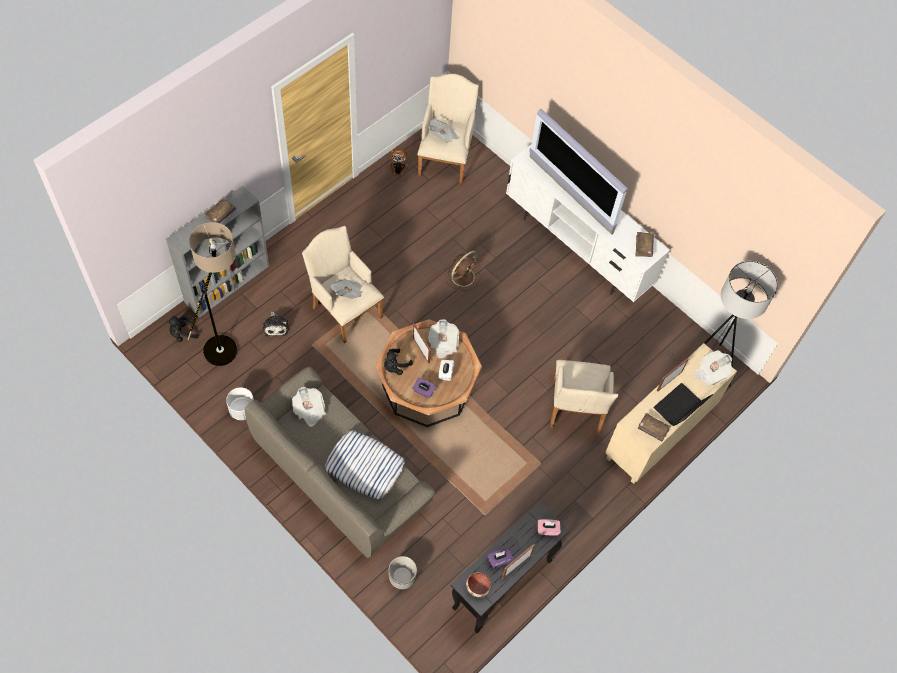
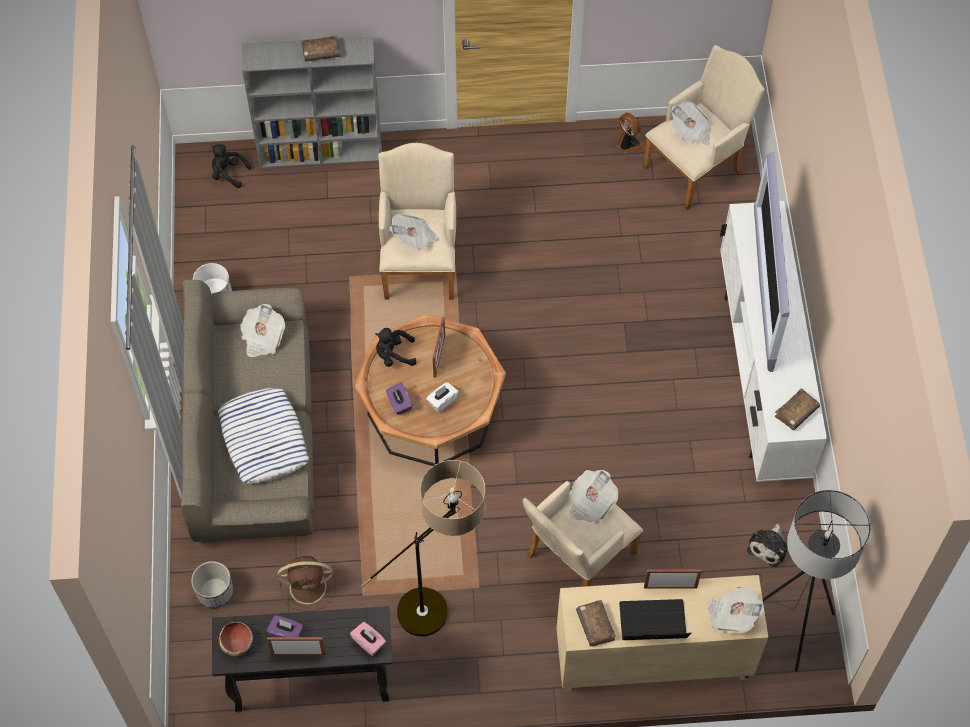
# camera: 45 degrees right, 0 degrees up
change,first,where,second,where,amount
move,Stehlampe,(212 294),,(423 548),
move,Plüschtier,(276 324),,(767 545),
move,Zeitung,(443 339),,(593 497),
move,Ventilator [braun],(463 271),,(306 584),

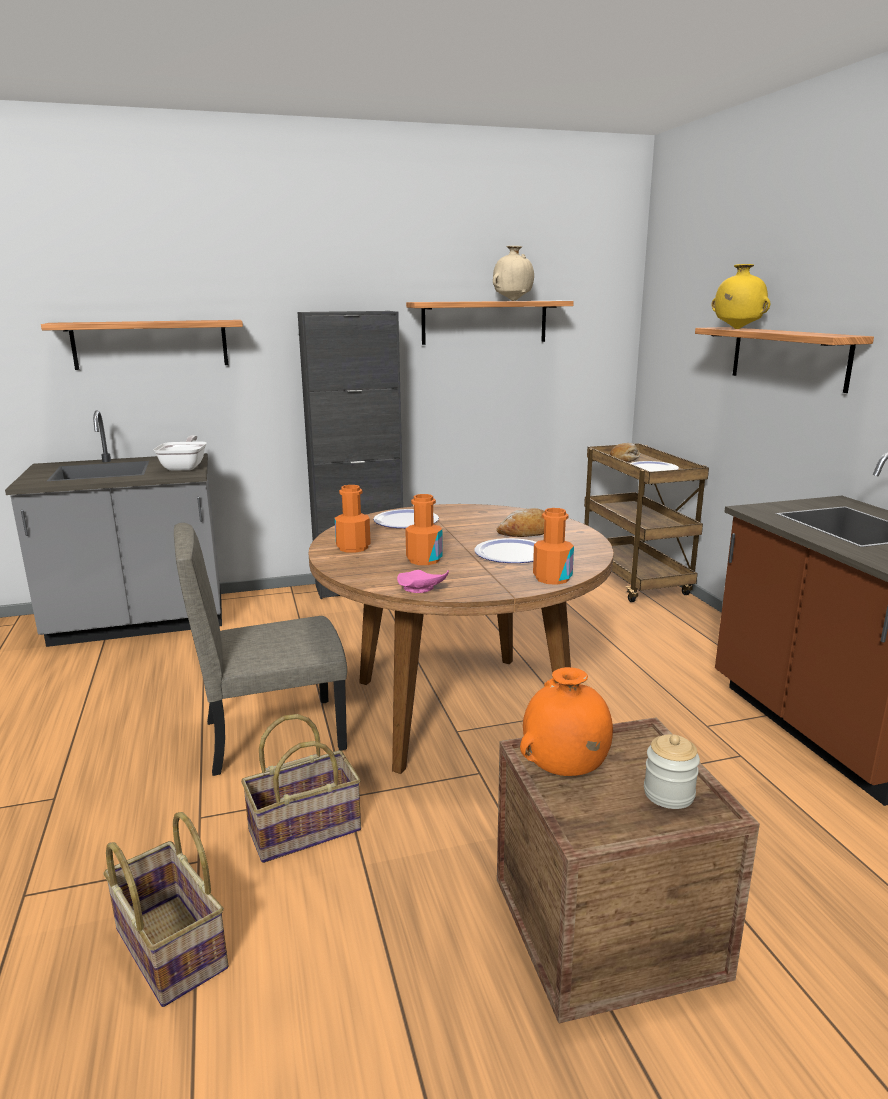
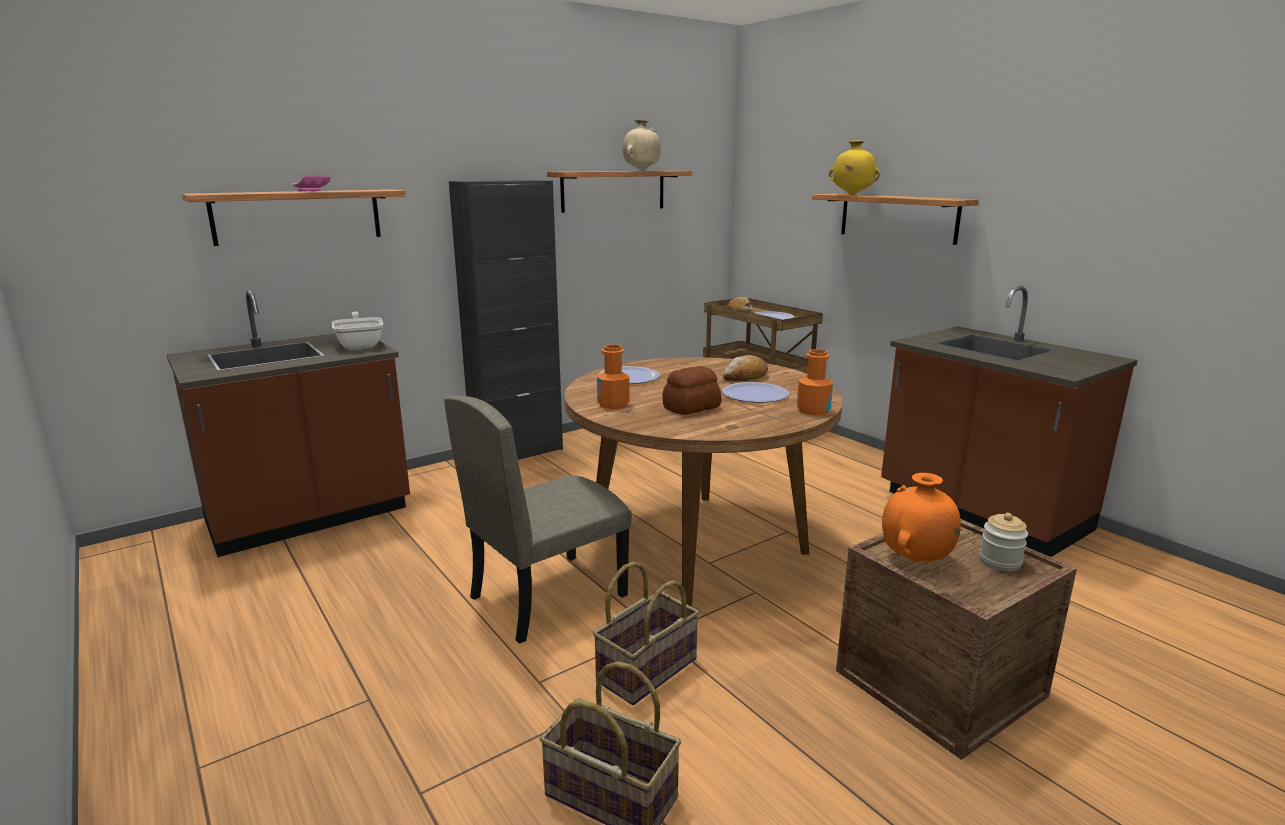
# camera: 20 degrees left, 0 degrees up
change,first,where,second,where,amount
move,Teller [rosa],(423 581),,(311 183),
replace,Flasche [orange],(424 529),Brot,(692 390),
recolor,Küchenzeile [grau],(113 528),Küchenzeile [braun],(288 423),

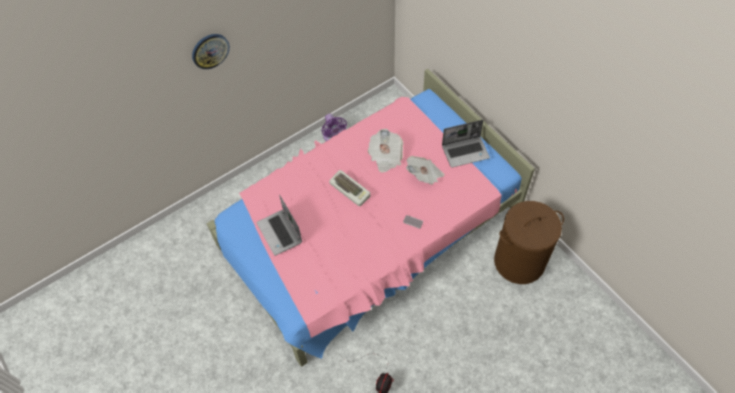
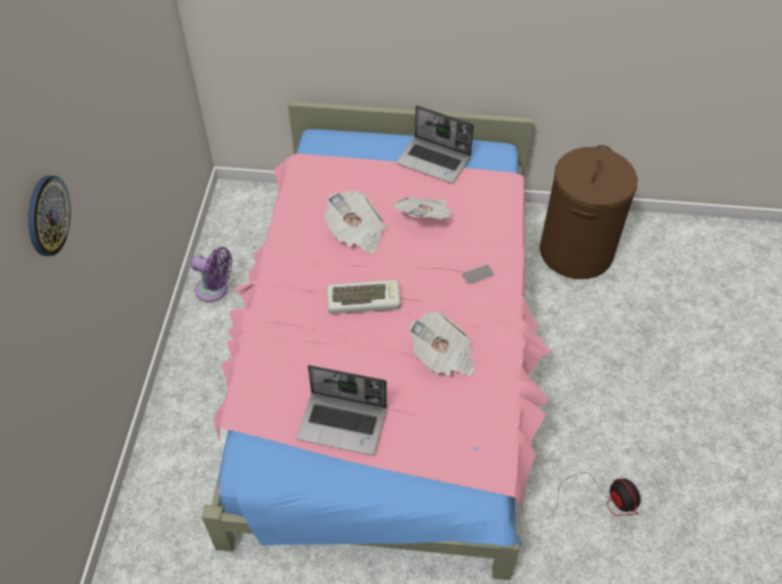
# camera: 50 degrees left, 5 degrees down
change,first,where,second,where,amount
insert,,,Zeitung,(441 344),
rotate,Laptop,(466 144),,(435 144),90 degrees clockwise

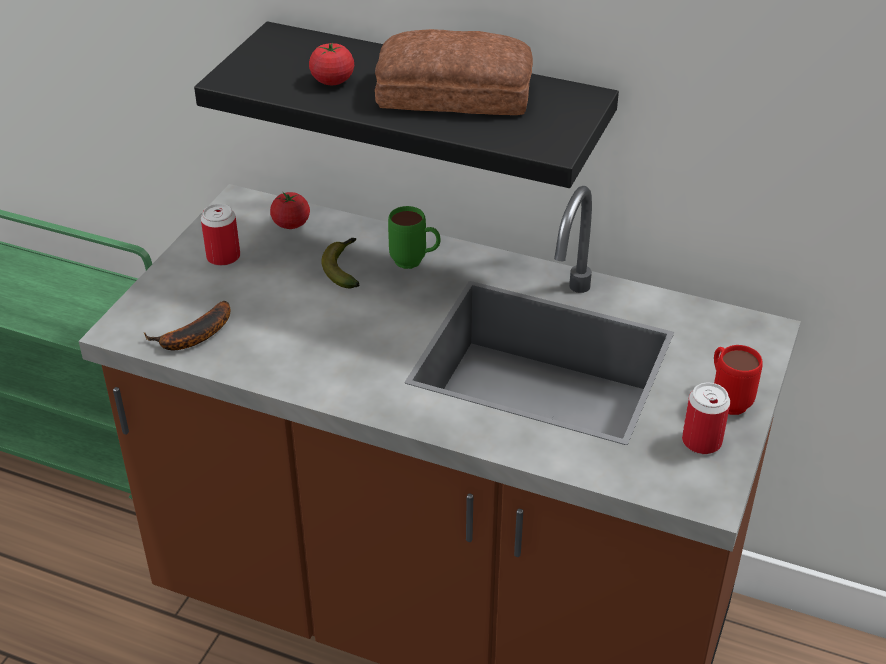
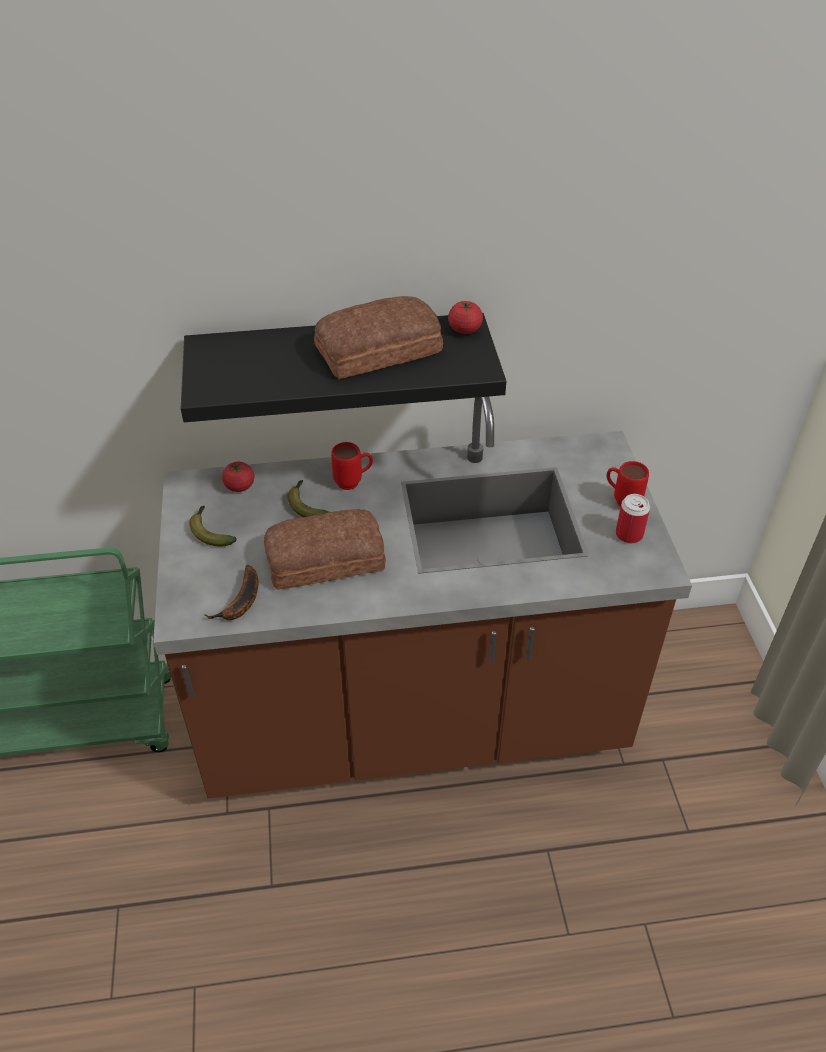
# camera: 30 degrees left, 5 degrees up
change,first,where,second,where,amount
insert,,,Brot,(325 549),
move,Tomate,(331 63),,(465 317),
replace,Dose,(220 235),Banane,(213 526),
recolor,Henkelbecher [grün],(414 237),Henkelbecher [rot],(352 466),

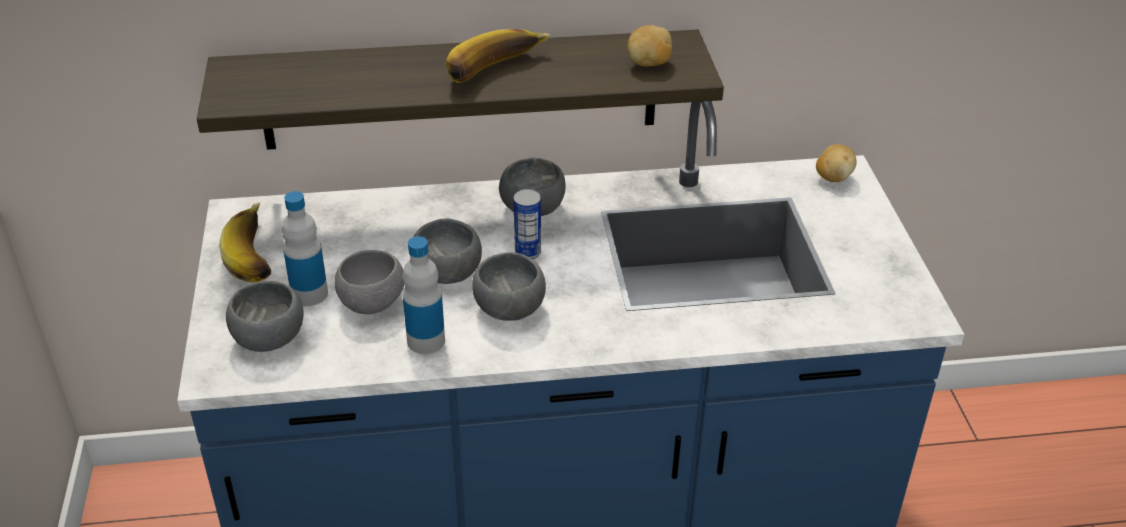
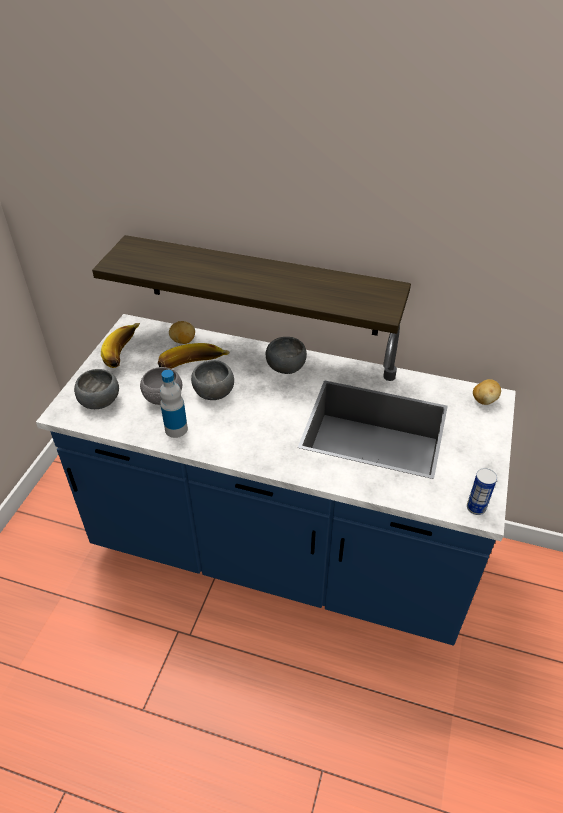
# camera: 25 degrees right, 5 degrees up
change,first,where,second,where,amount
delete,Flasche,(305 248),,,
delete,Schüssel [grau],(509 286),,,
move,Banane,(498 56),,(194 356),
move,Dose,(527 224),,(482 491),
move,Kartoffel,(650 46),,(182 332),

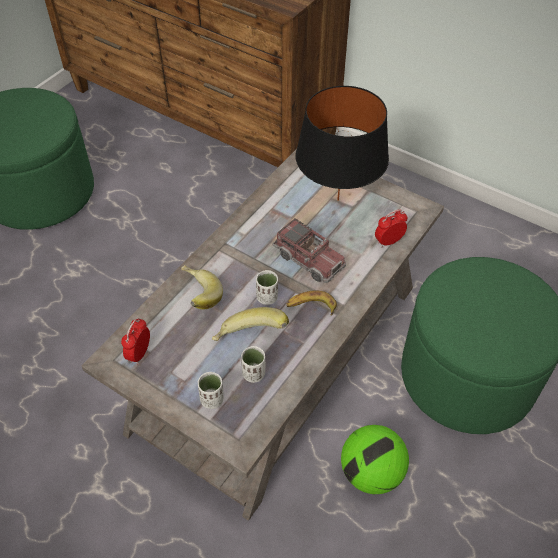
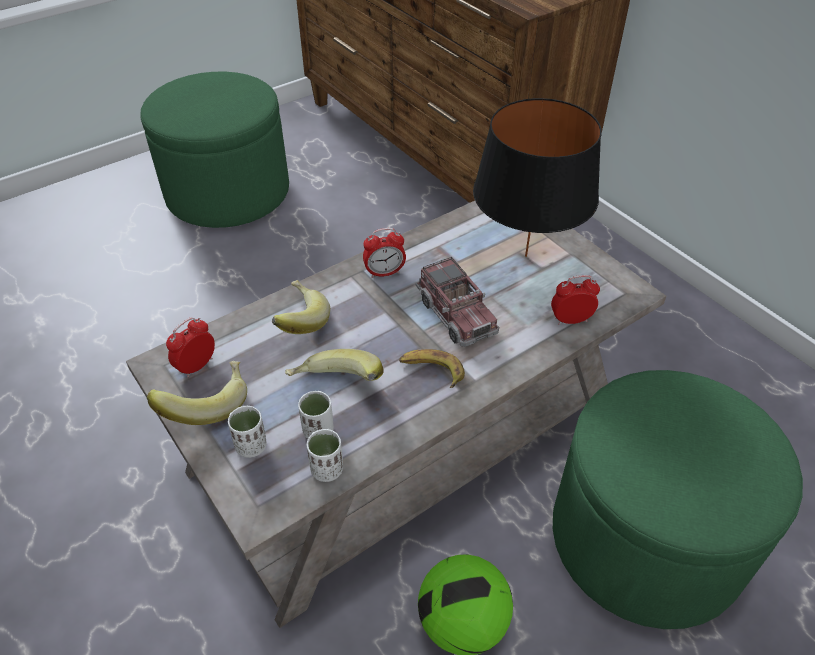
# camera: 20 degrees right, 5 degrees down
change,first,where,second,where,amount
insert,,,Banane,(197 393),
insert,,,Wecker,(384 253),
move,Tasse [weiß],(267 287),,(325 455),

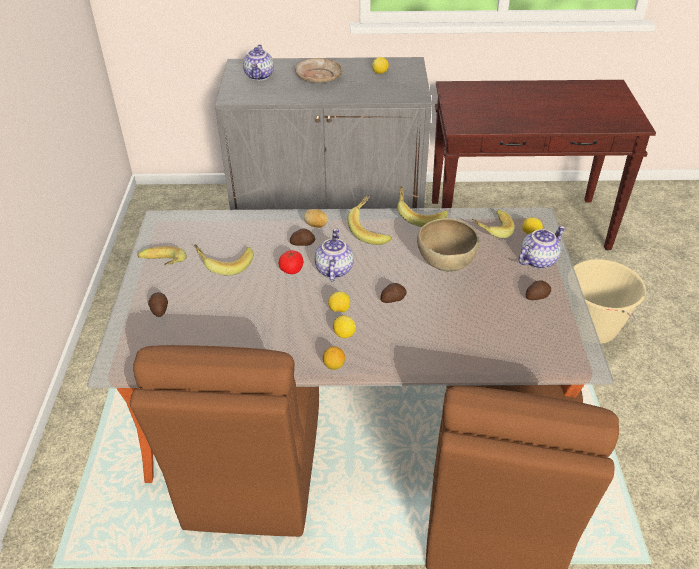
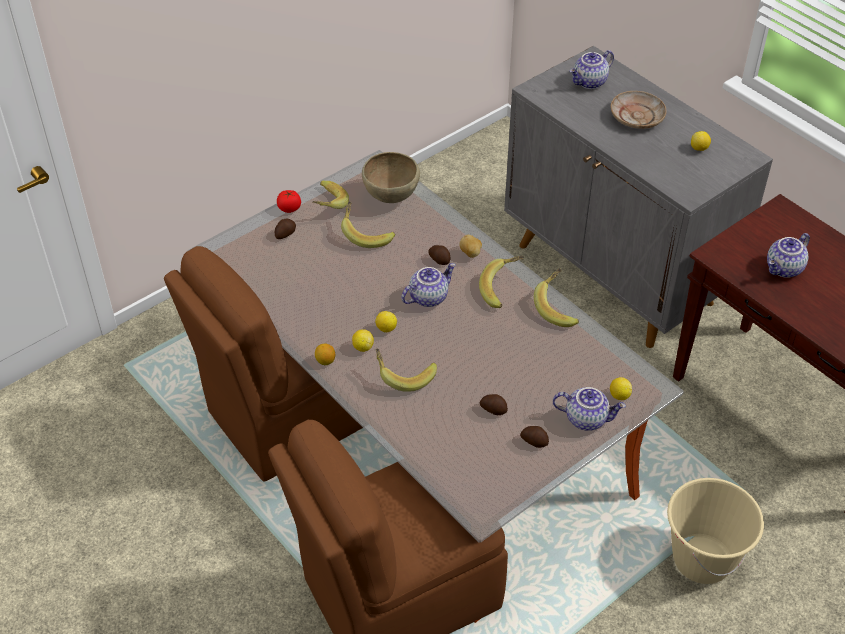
# camera: 50 degrees right, 5 degrees up
change,first,where,second,where,amount
insert,,,Teekanne,(788 255),
move,Tomate,(291 262),,(289 201),
move,Kartoffel,(394 293),,(494 404),
move,Schüssel [braun],(448 245),,(391 177),
move,Banane,(493 224),,(406 370),

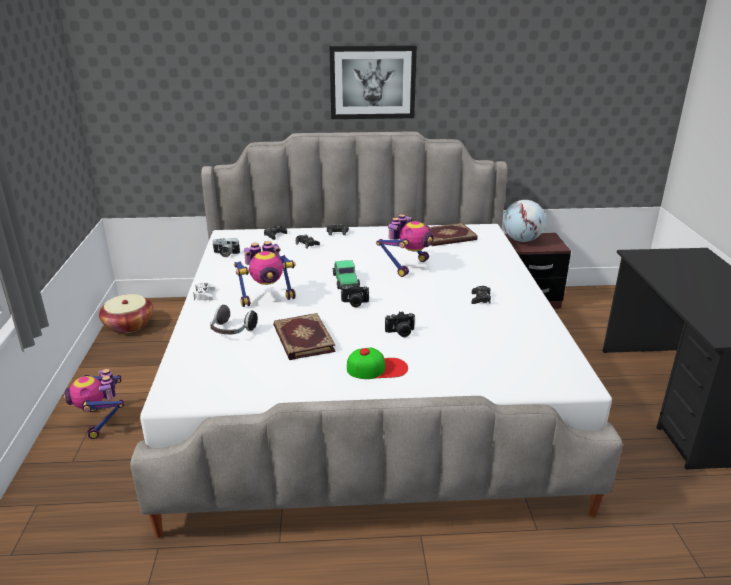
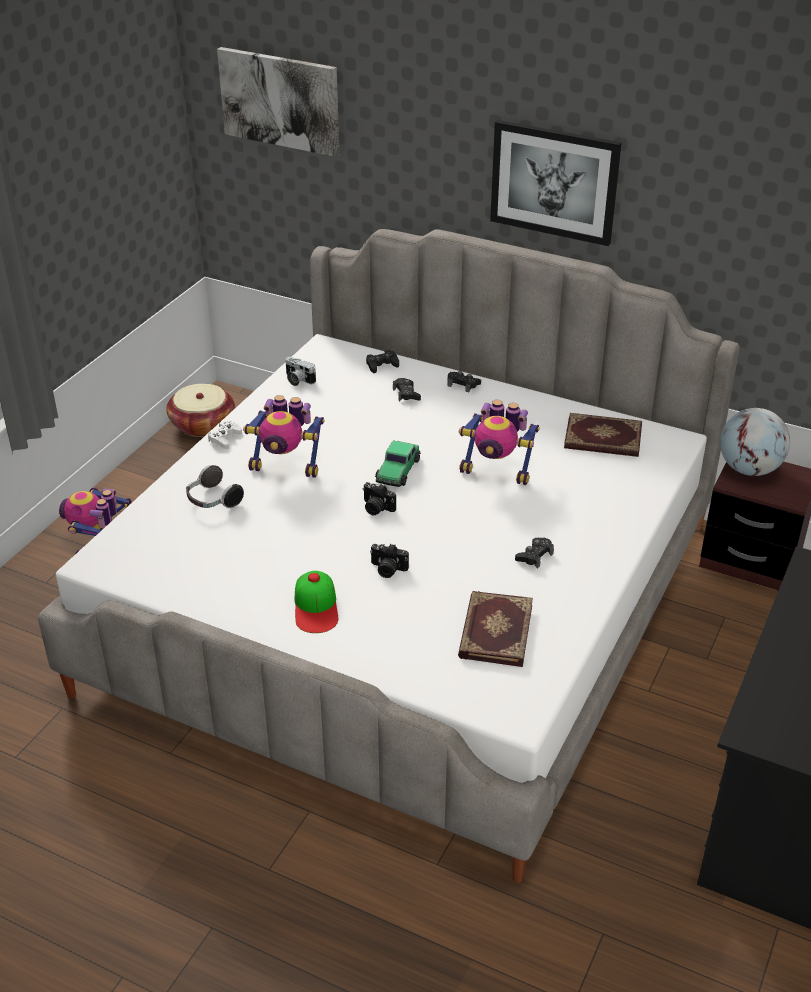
# camera: 30 degrees right, 10 degrees up
change,first,where,second,where,amount
insert,,,Bild,(278 102),
move,Buch,(304 336),,(495 629),
rotate,Kappe,(377 363),,(316 602),60 degrees clockwise
rotate,Spielzeugroboter,(404 245),,(499 442),45 degrees clockwise

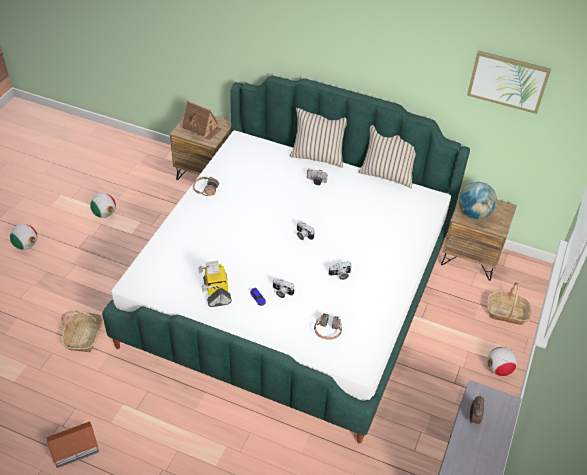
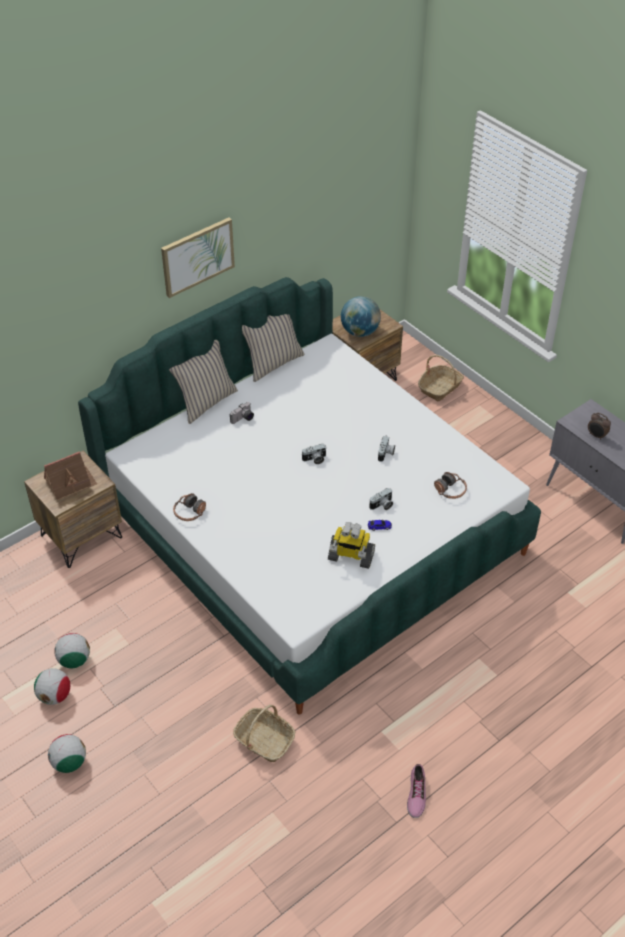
# camera: 60 degrees left, 0 degrees up
change,first,where,second,where,amount
move,Bild,(509 82),,(198 258),
move,Fußball,(502 361),,(52 686),
replace,Spielzeughaus,(72 445),Schuh,(416 791),

